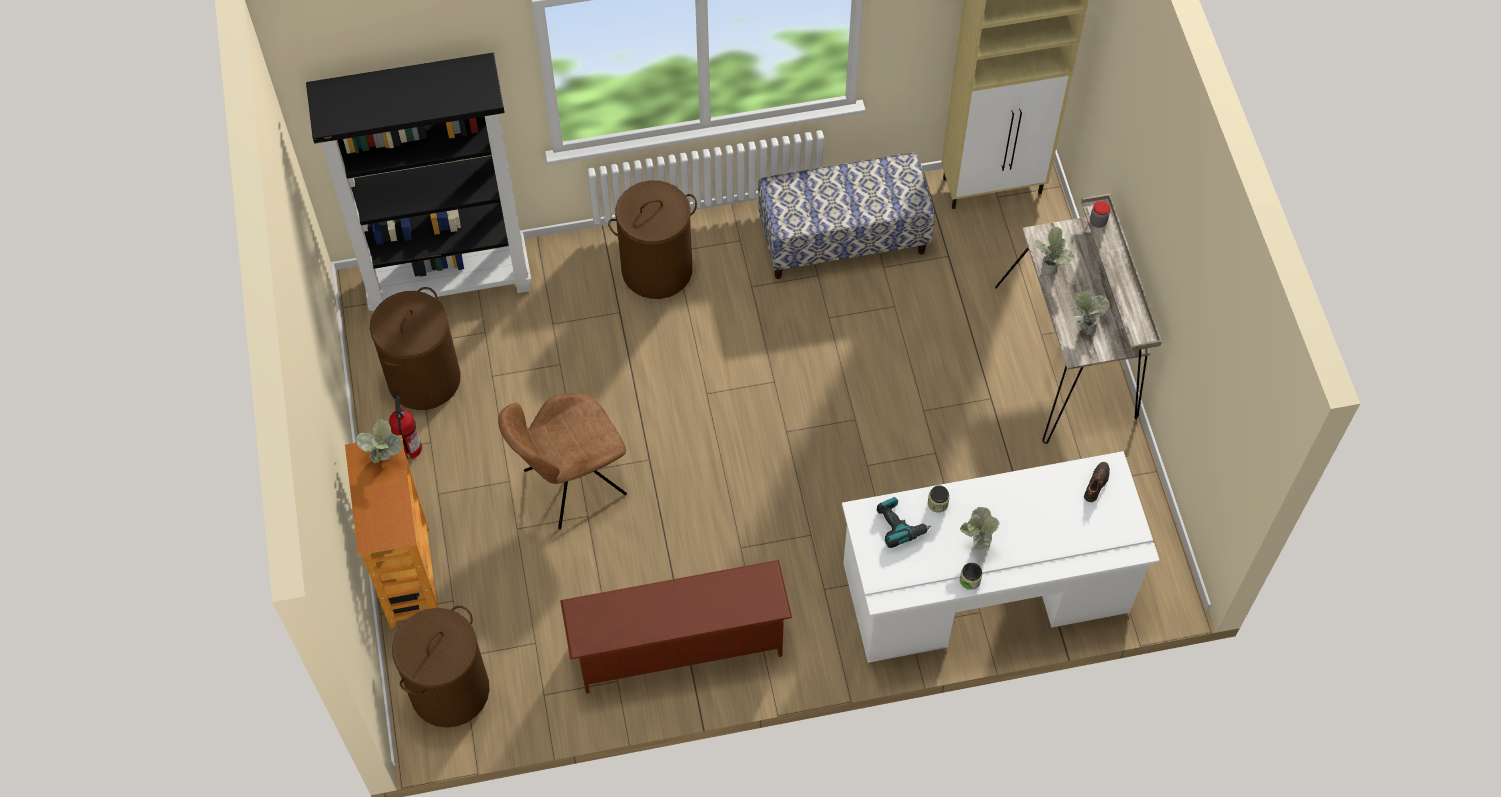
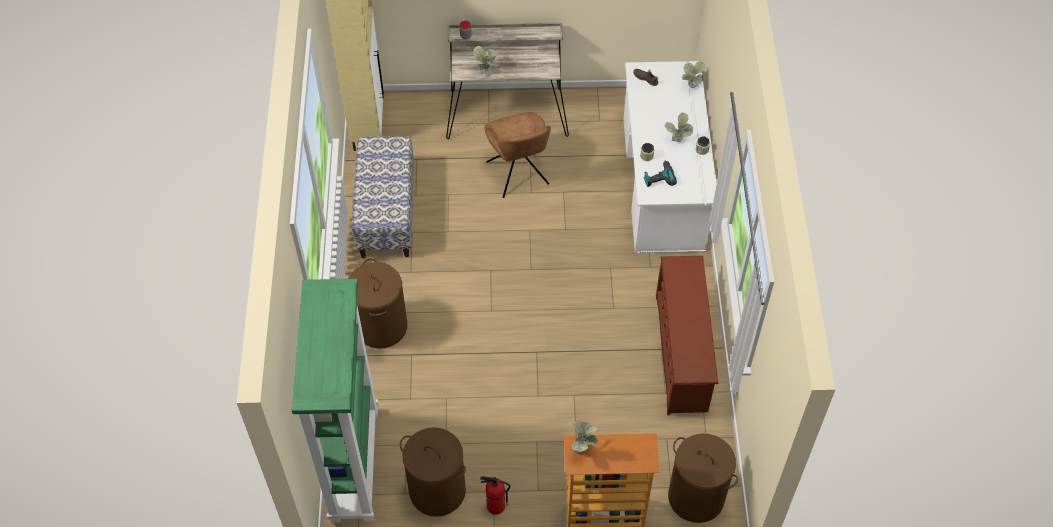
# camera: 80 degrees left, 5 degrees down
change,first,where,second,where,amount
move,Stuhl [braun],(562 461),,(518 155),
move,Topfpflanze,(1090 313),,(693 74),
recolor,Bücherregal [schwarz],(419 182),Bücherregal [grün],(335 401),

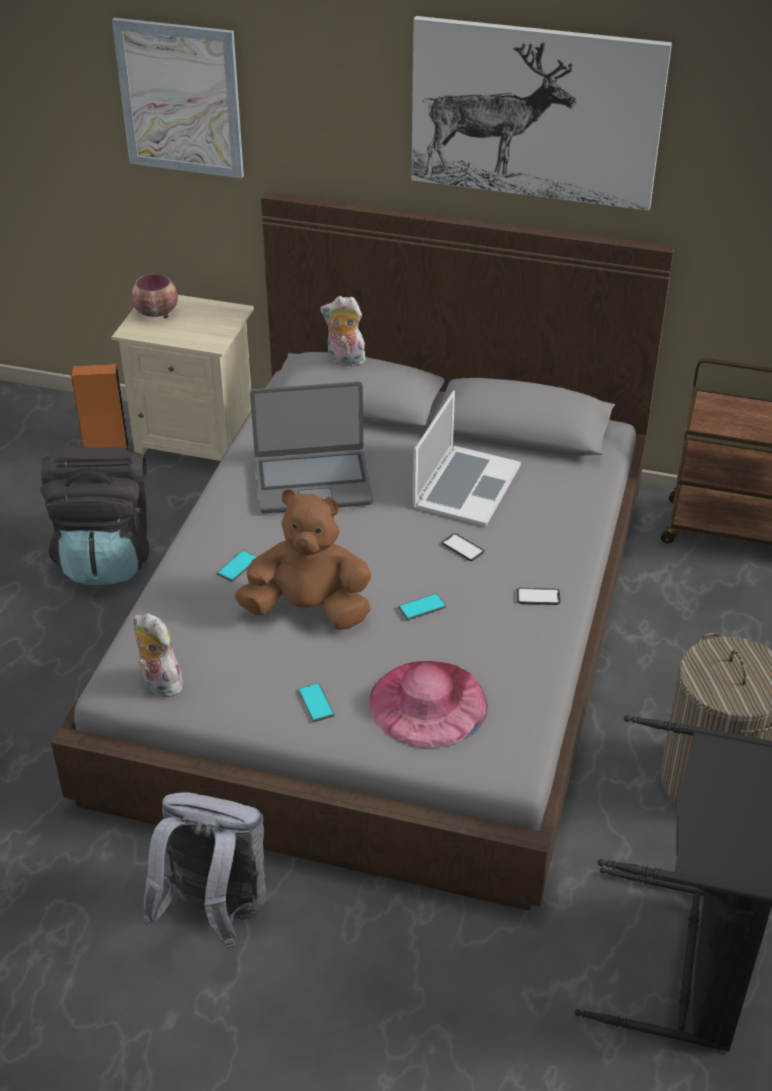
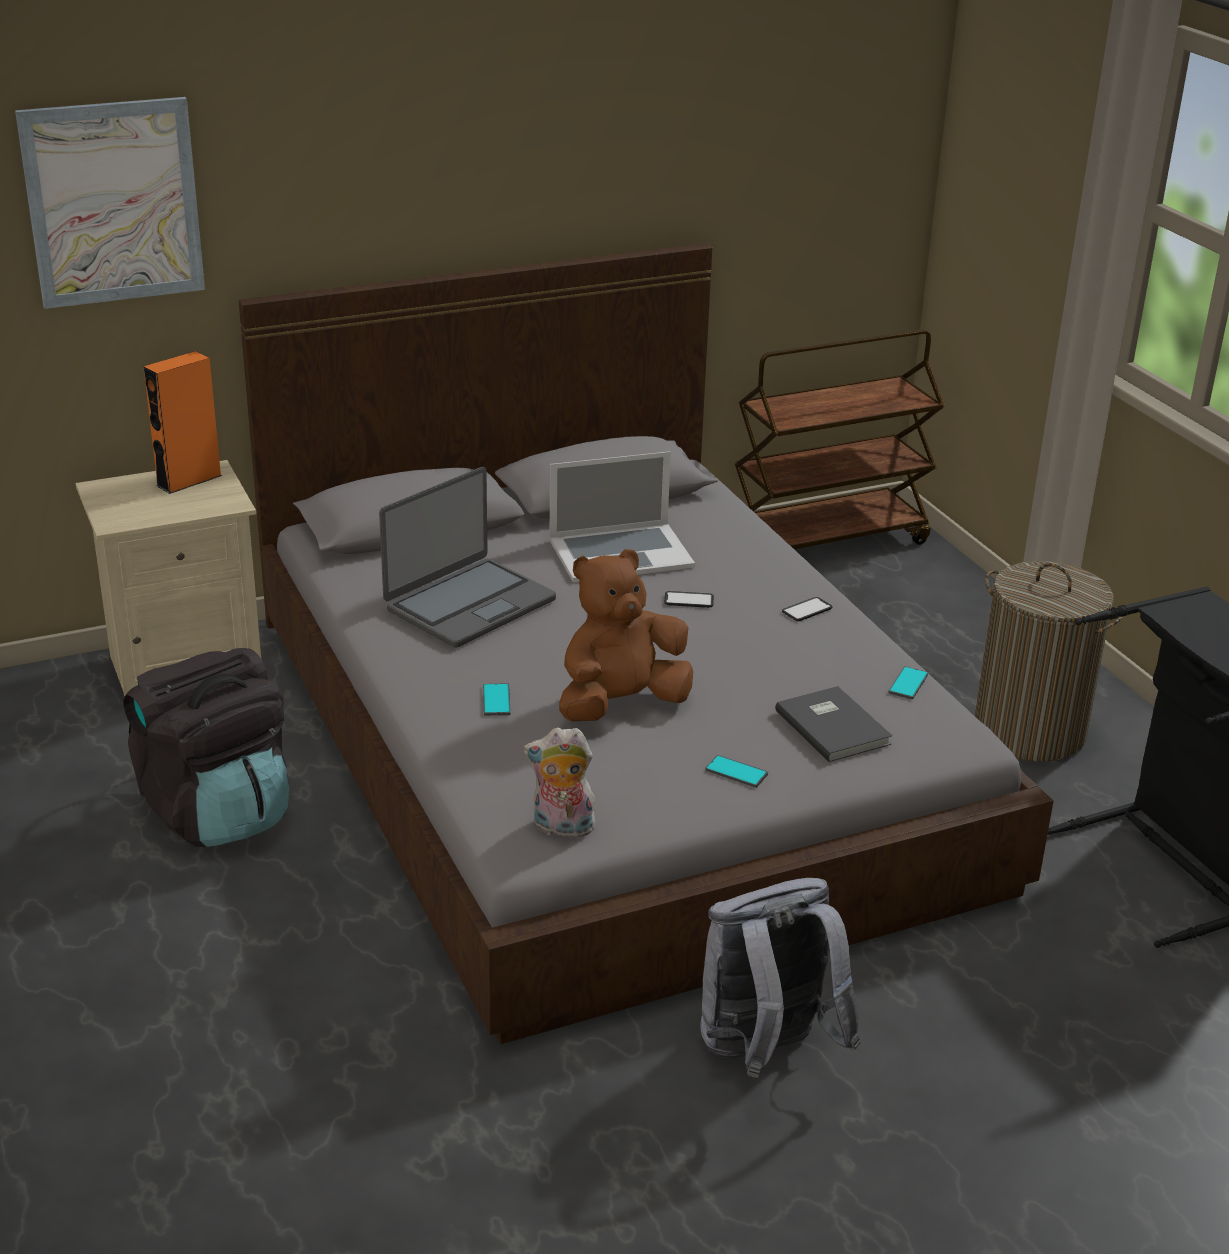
# camera: 40 degrees left, 10 degrees down
change,first,where,second,where,amount
delete,Schüssel,(154 296),,,
delete,Plüschtier,(343 331),,,
delete,Bild,(542 113),,,
move,Lautsprecher [orange],(100 407),,(183 422),
move,Handy,(422 606),,(908 682),
replace,Hut [rosa],(429 704),Buch [grau],(833 724),
rotate,Laptop,(467 458),,(622 517),90 degrees clockwise

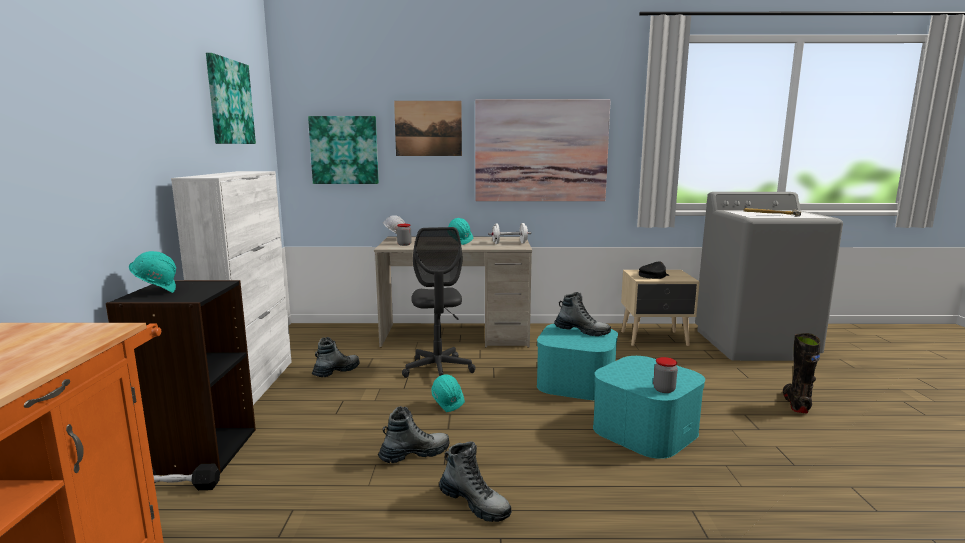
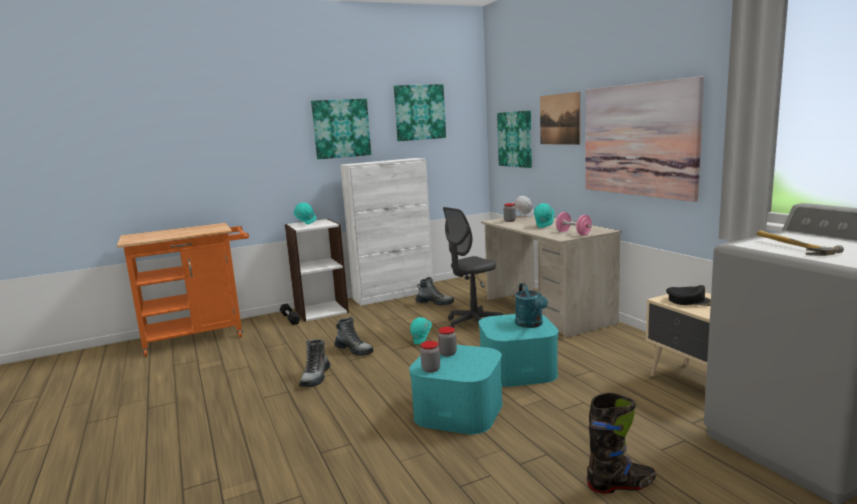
# camera: 65 degrees right, 0 degrees up
change,first,where,second,where,amount
insert,,,Bild,(341 128),
insert,,,Vorratsglas,(447 341),
replace,Stiefel,(582 314),Gießkanne [türkis],(531 305),
recolor,Bücherregal [schwarz],(181 377),Bücherregal [weiß],(317 270),
recolor,Hantel [weiß],(509 233),Hantel [rosa],(574 224),

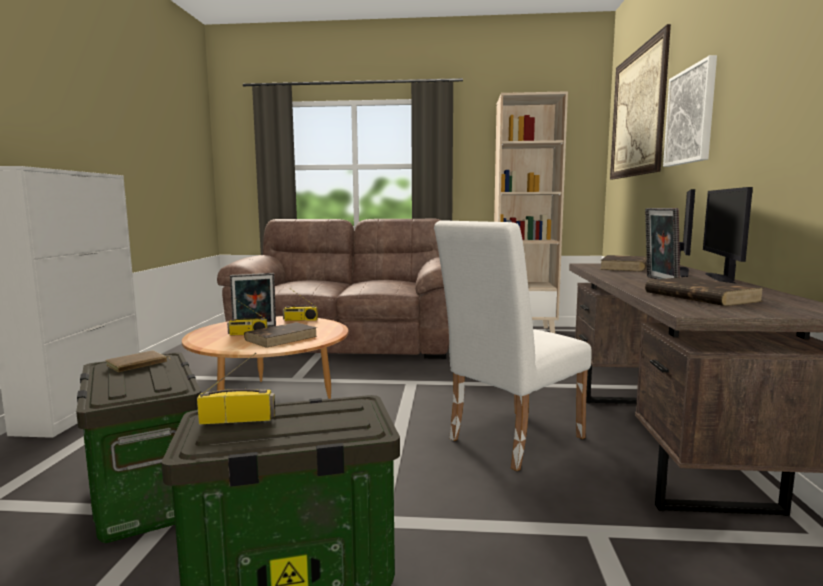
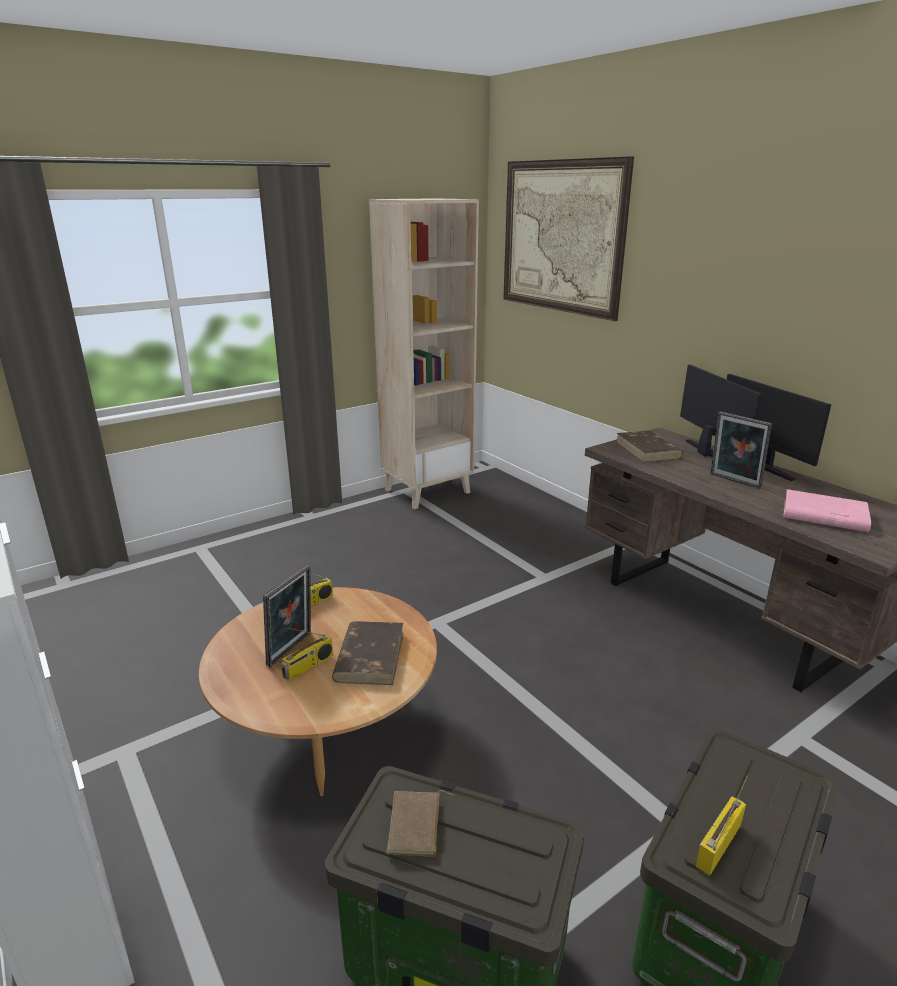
# camera: 40 degrees left, 15 degrees up
change,first,where,second,where,amount
delete,Sofa [braun],(333 289),,,
delete,Stuhl [weiß],(513 346),,,
delete,Bild,(690 111),,,
recolor,Buch [braun],(705 291),Buch [rosa],(827 510),

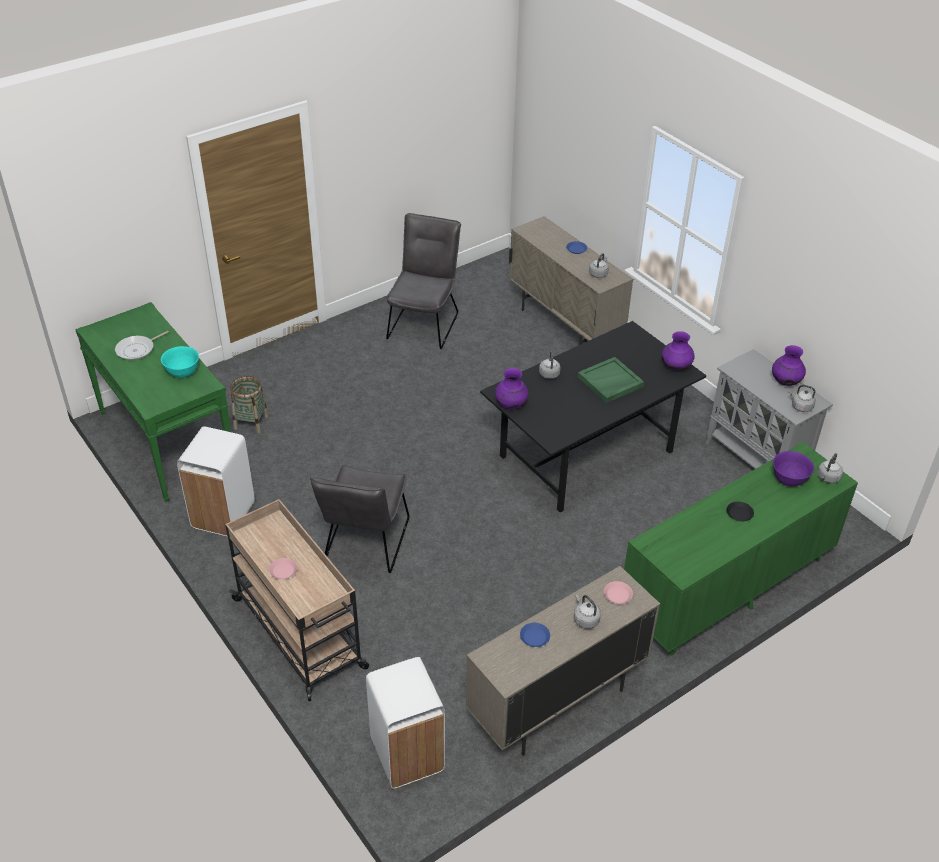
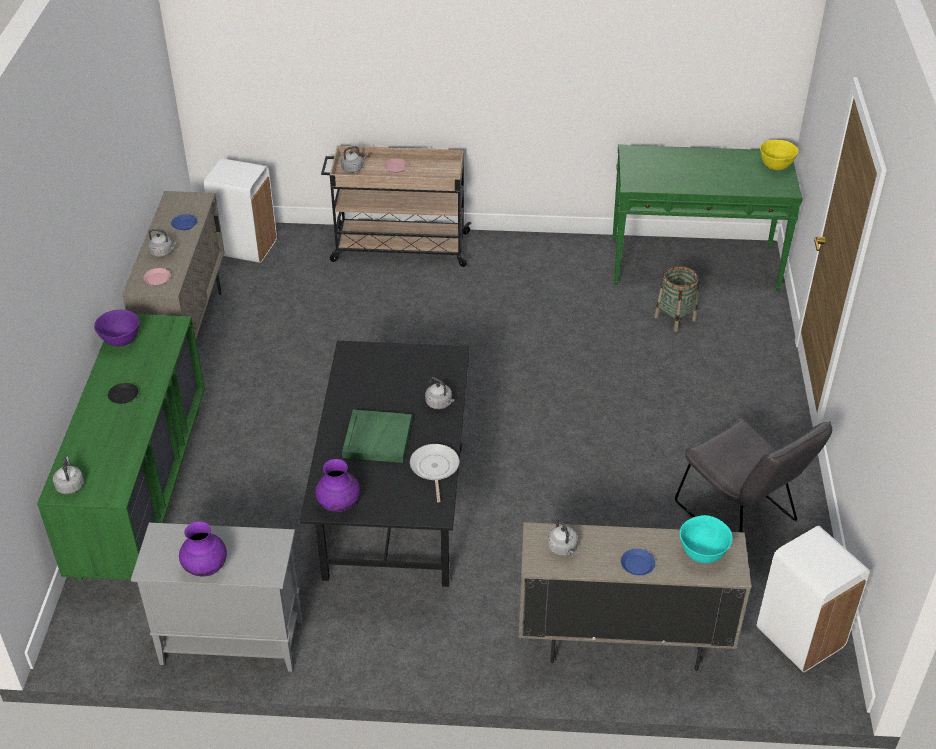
# camera: 130 degrees right, 0 degrees up
change,first,where,second,where,amount
delete,Stuhl [grau],(359 519),,,
delete,Vase [lila],(512 389),,,
insert,,,Schüssel [gelb],(779 155),
move,Pfanne,(142 345),,(434 473),
move,Schüssel [türkis],(180 362),,(706 539),
move,Mülleimer [weiß],(216 481),,(813 599),
move,Schüssel [lila],(793 468),,(116 328),
move,Wasserkessel [grau],(802 398),,(354 159),

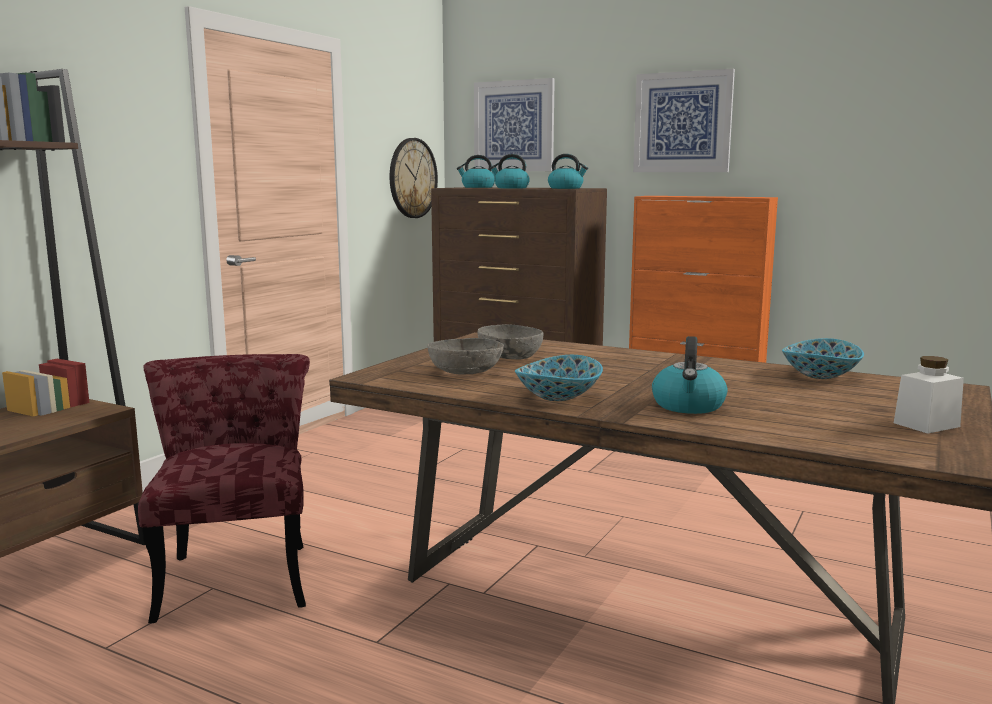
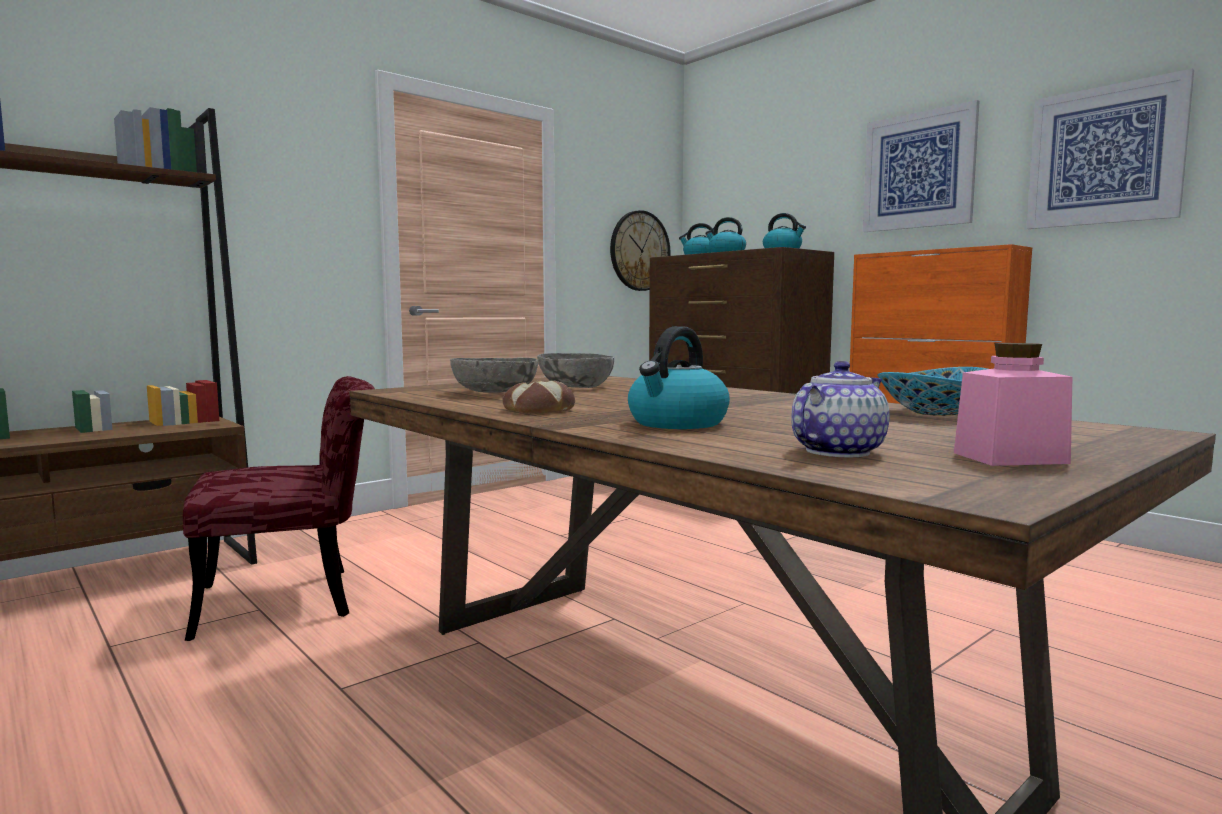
# camera: 20 degrees right, 5 degrees down
change,first,where,second,where,amount
insert,,,Teekanne,(840 409),
move,Bild,(514 124),,(1110 149),
replace,Schüssel,(559 378),Brot,(538 397),
recolor,Vorratsglas [weiß],(929 395),Vorratsglas [rosa],(1013 404),
rotate,Stuhl [rot],(224 488),,(279 508),60 degrees clockwise

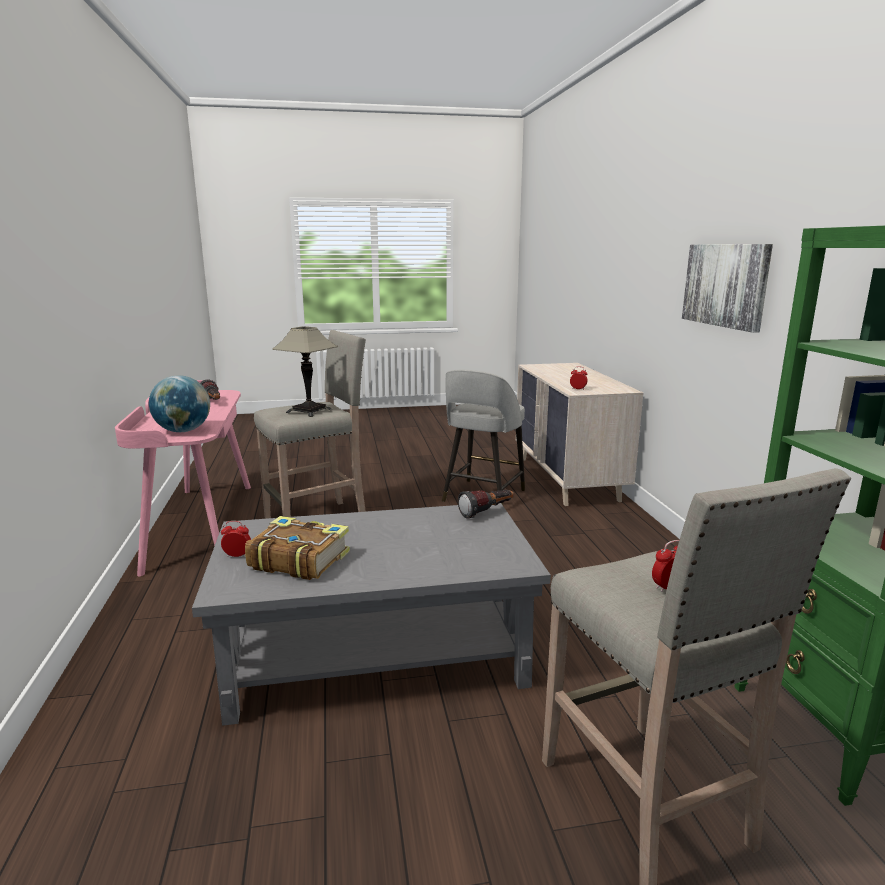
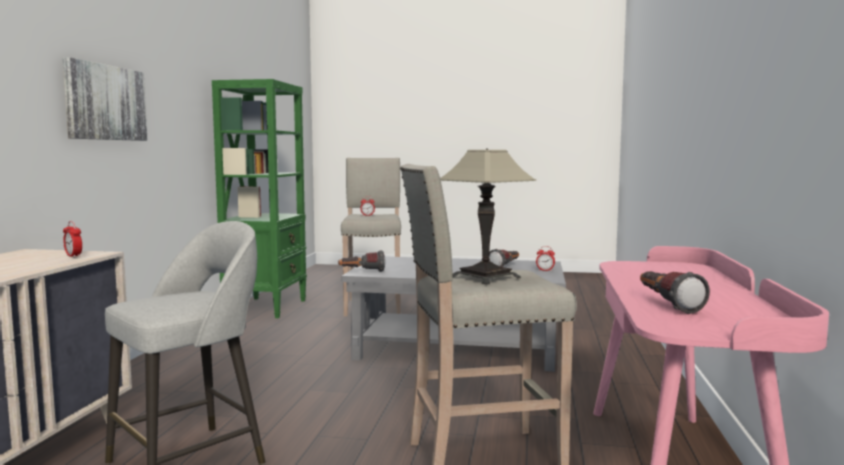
# camera: 160 degrees left, 10 degrees down
change,first,where,second,where,amount
delete,Globus,(179 403),,,
replace,Buch,(297 548),Taschenlampe,(504 258),

